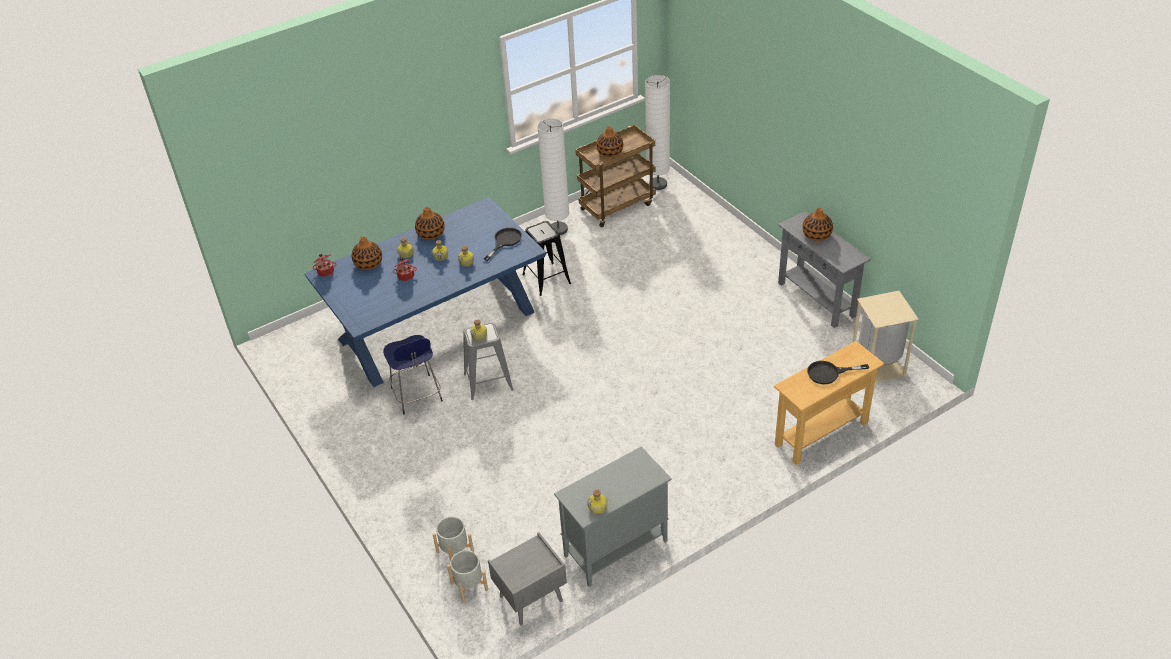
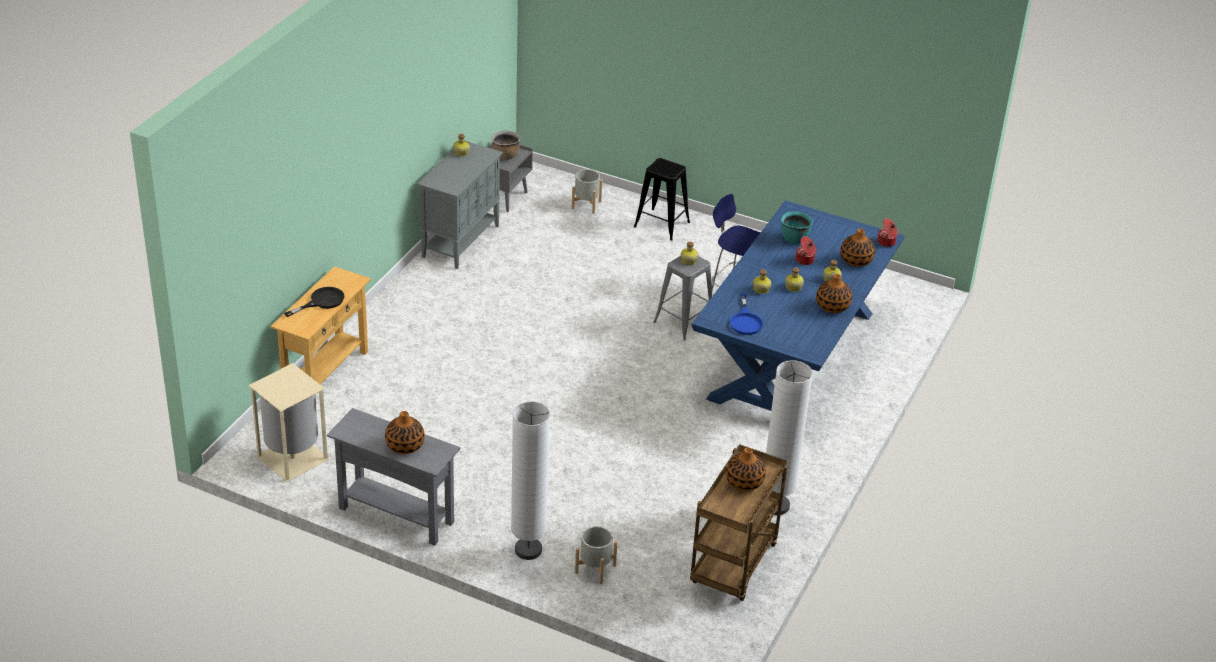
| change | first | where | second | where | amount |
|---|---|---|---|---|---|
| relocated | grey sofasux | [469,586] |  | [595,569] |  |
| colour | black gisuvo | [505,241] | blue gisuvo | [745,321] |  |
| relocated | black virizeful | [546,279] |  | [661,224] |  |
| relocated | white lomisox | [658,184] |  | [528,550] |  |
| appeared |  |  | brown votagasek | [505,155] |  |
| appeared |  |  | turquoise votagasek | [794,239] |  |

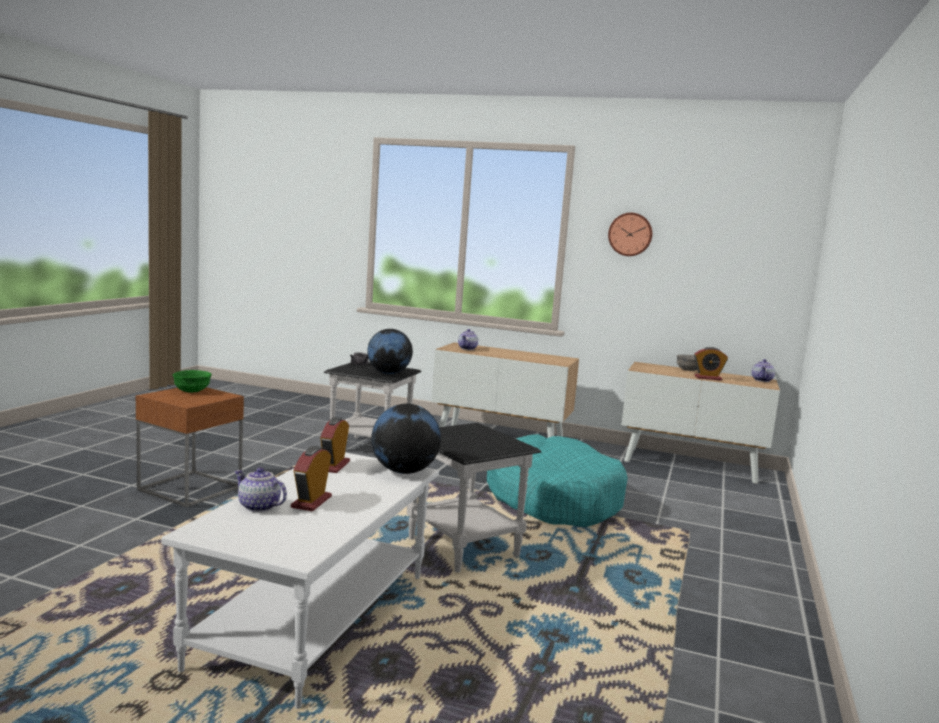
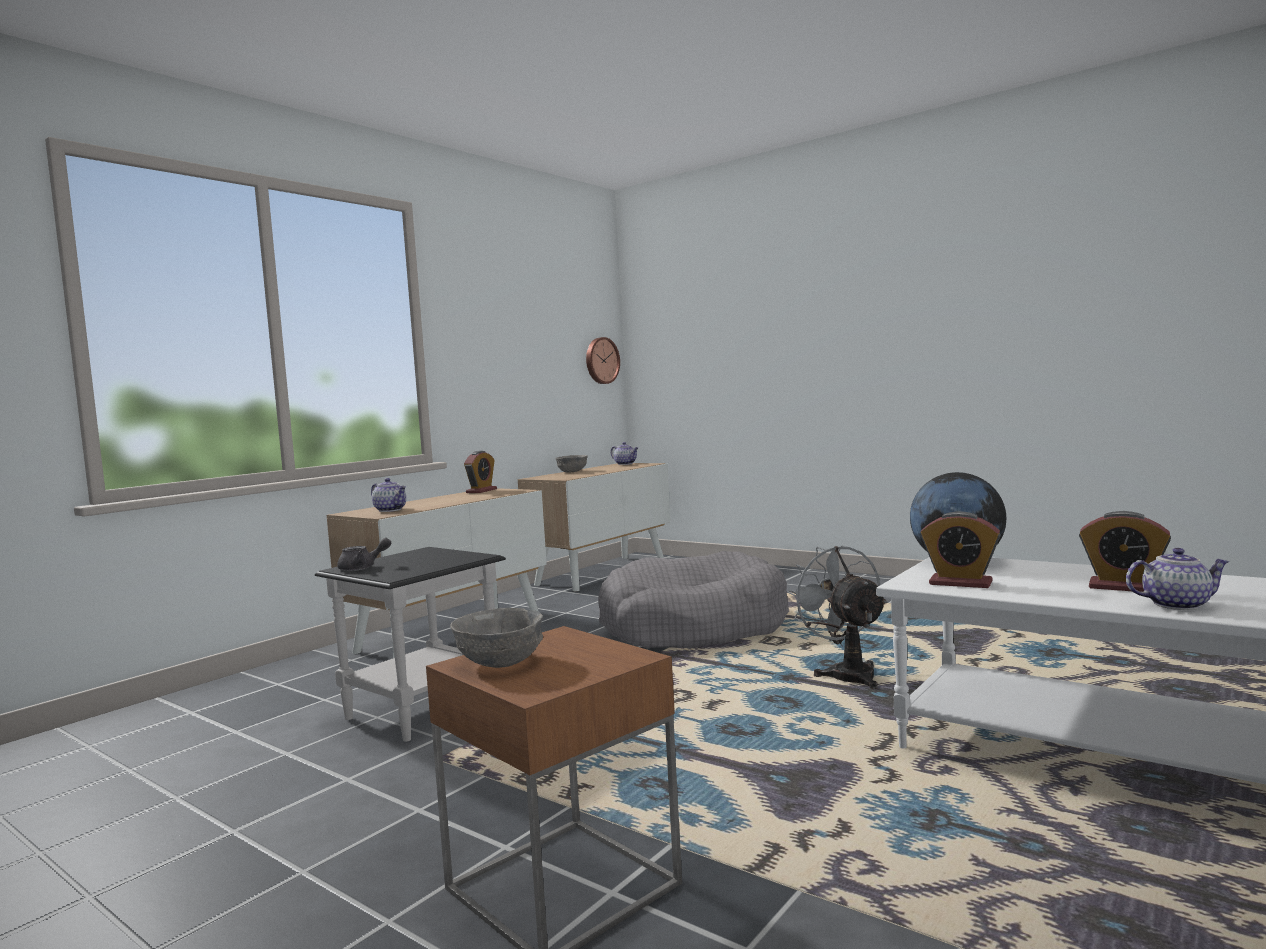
| change | first | where | second | where | amount |
|---|---|---|---|---|---|
| colour | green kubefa | [192,391] | grey kubefa | [501,661] |  |
| spun | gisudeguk | [258,507] |  | [1176,604] | 135 degrees counterclockwise |
| missing | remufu | [388,373] |  |  |  |
| exchanged | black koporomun | [462,547] | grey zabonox | [846,674] |  |
| colour | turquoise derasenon | [553,499] | grey derasenon | [693,626] |  |
| relocated | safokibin | [630,234] |  | [601,360] |  |
| relocated | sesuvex | [708,378] |  | [481,491] |  |

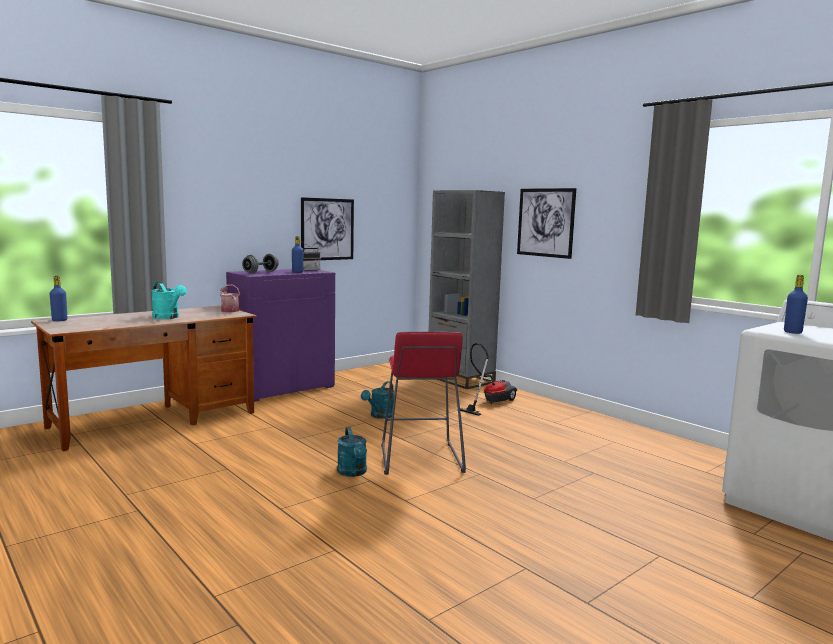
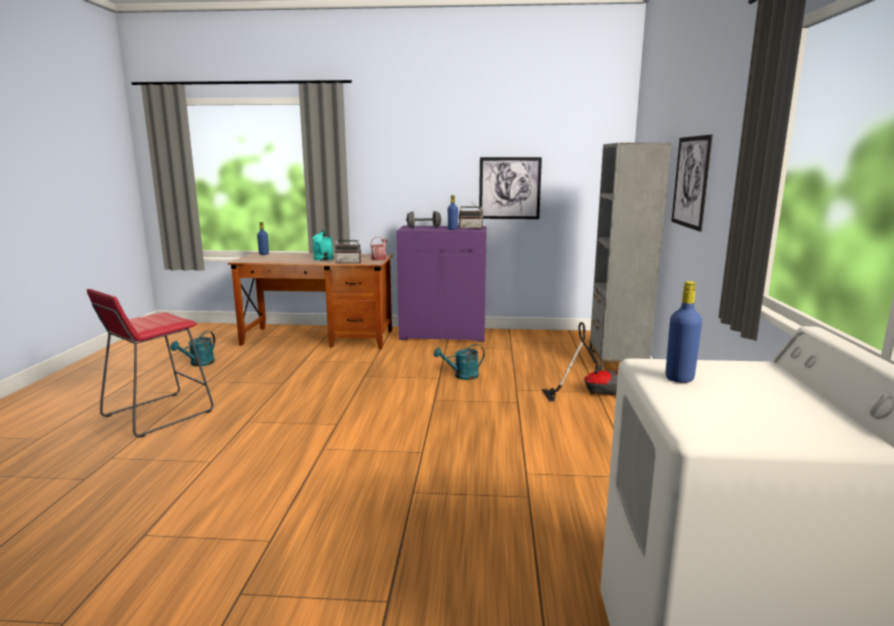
| change | first | where | second | where | amount |
|---|---|---|---|---|---|
| relocated | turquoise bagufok | [353,473] |  | [199,364] |  |
| relocated | red virizeful | [420,459] |  | [158,414] |  |
| appeared |  |  | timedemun | [349,262] |  |

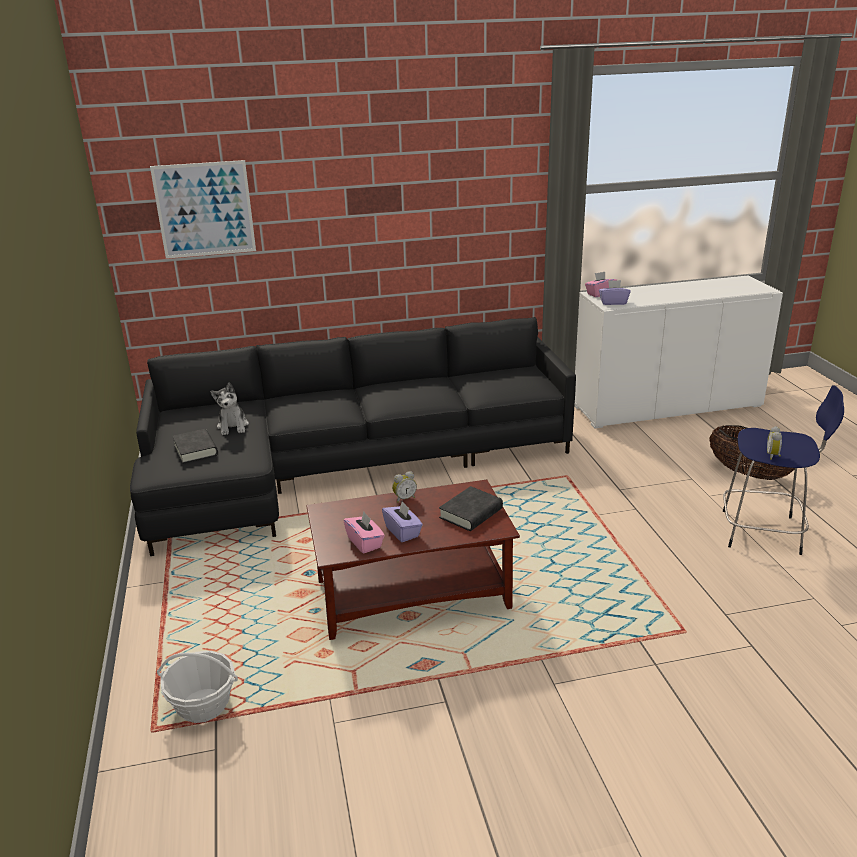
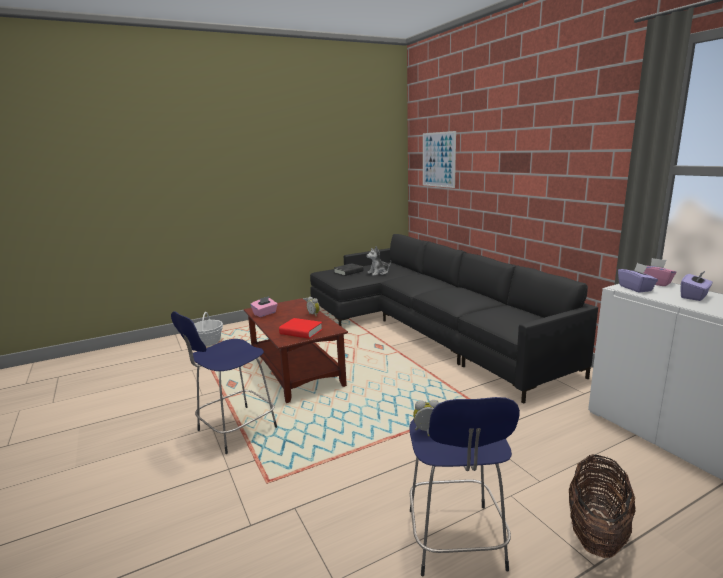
| change | first | where | second | where | amount |
|---|---|---|---|---|---|
| relocated | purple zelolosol | [403,532] |  | [694,296] |  |
| colour | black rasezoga | [471,513] | red rasezoga | [301,332] |  |
| appeared |  |  | blue virizeful | [234,430] |  |

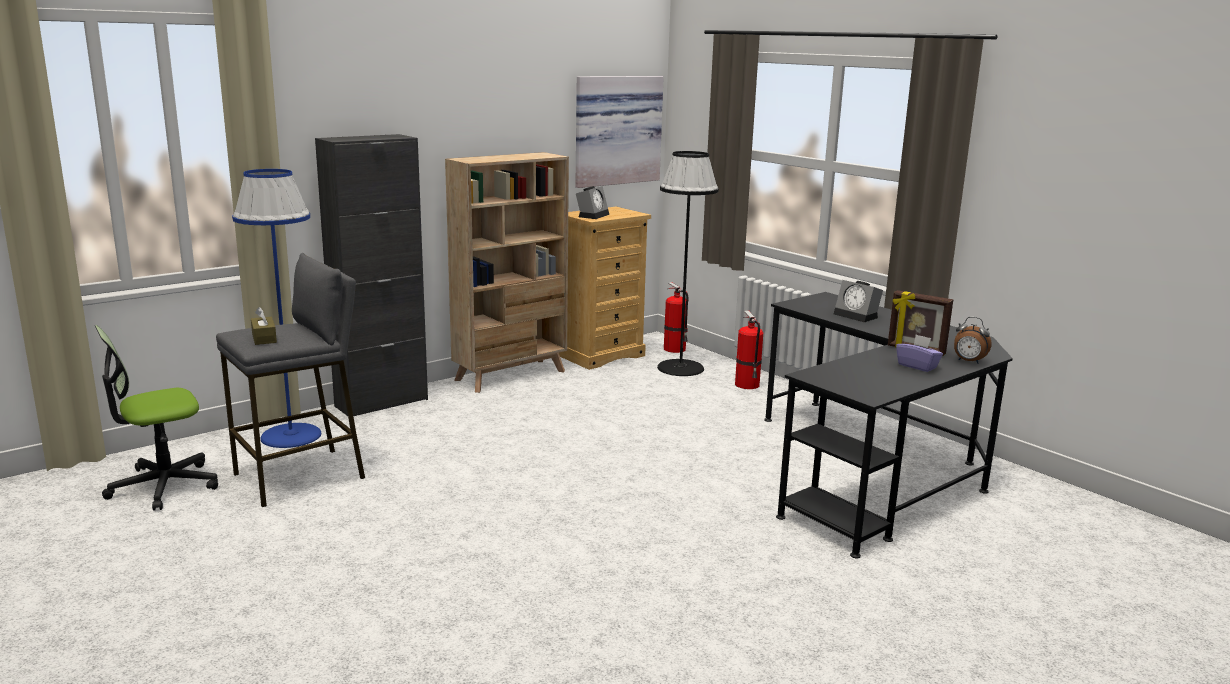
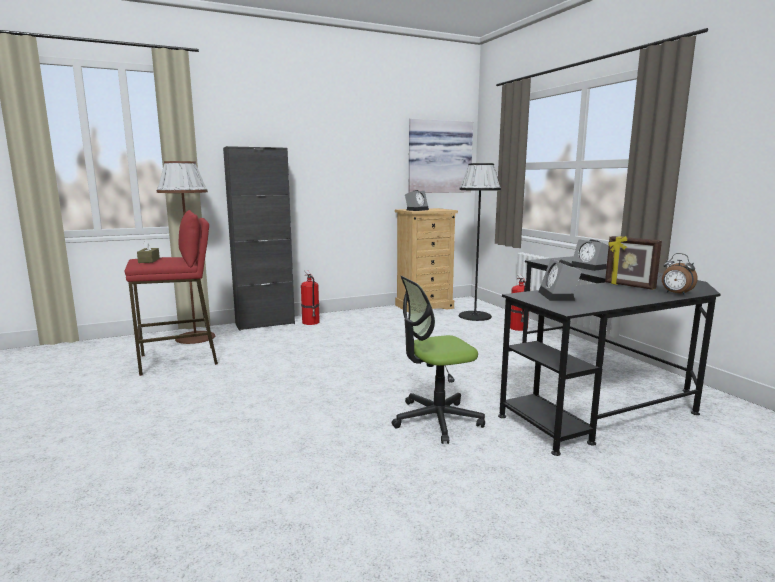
| change | first | where | second | where | amount |
|---|---|---|---|---|---|
| relocated | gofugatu | [163,486] |  | [436,420] |  |
| colour | grey virizeful | [300,476] | red virizeful | [179,360] |  |
| colour | blue lomisox | [290,436] | brown lomisox | [195,337] |  |
| missing | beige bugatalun | [511,375] |  |  |  |
| relocated | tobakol | [675,349] |  | [311,322] |  |
| missing | purple zelolosol | [917,366] |  |  |  |
| appeared |  |  | sesuvex | [558,296] |  |

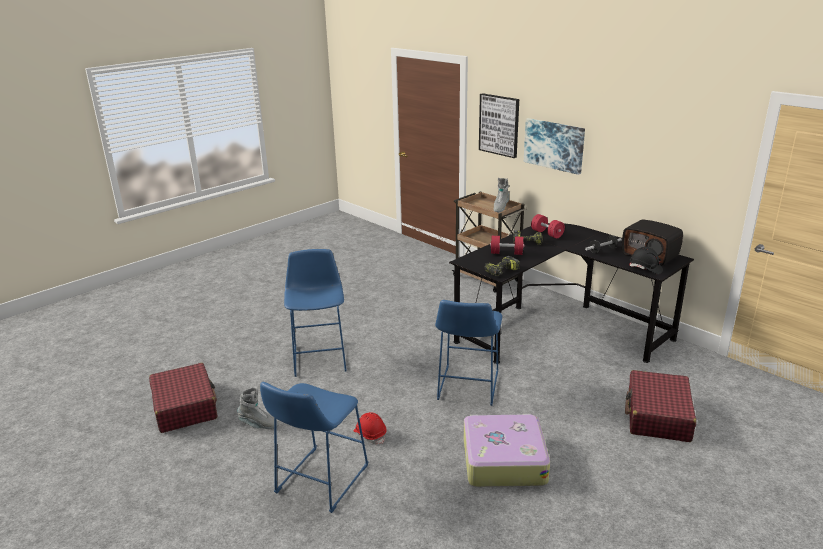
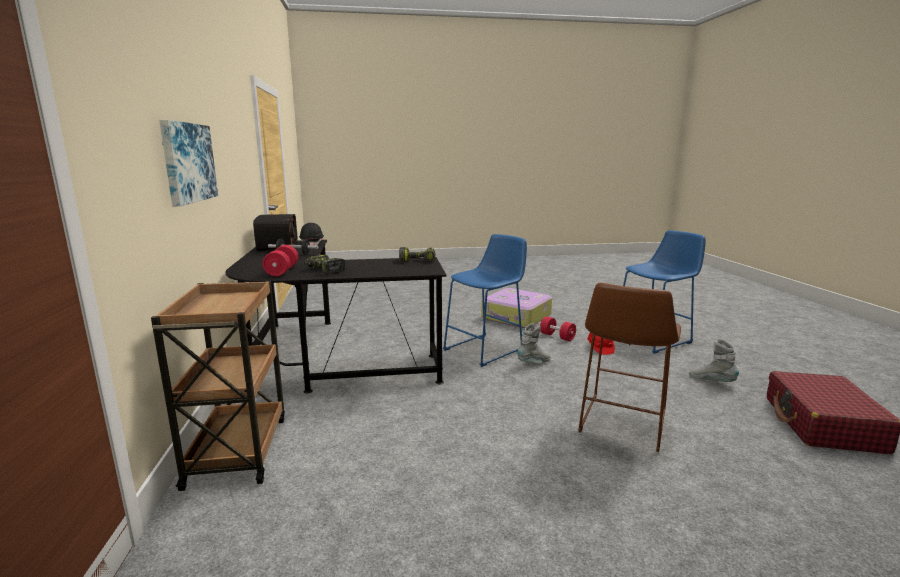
| change | first | where | second | where | amount |
|---|---|---|---|---|---|
| colour | blue virizeful | [320,356] | brown virizeful | [621,424] |  |
| missing | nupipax | [499,125] |  |  |  |
| relocated | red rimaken | [506,253] |  | [557,336] |  |
| relocated | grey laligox | [500,208] |  | [534,363] |  |
| missing | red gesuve | [658,416] |  |  |  |

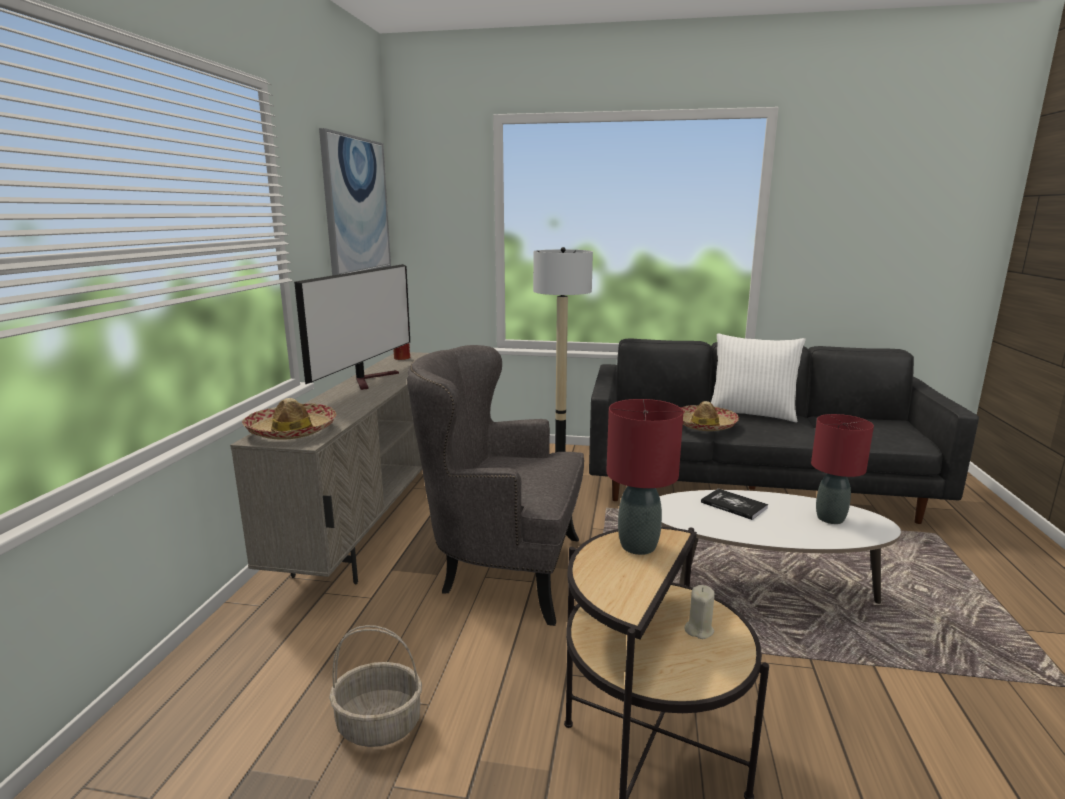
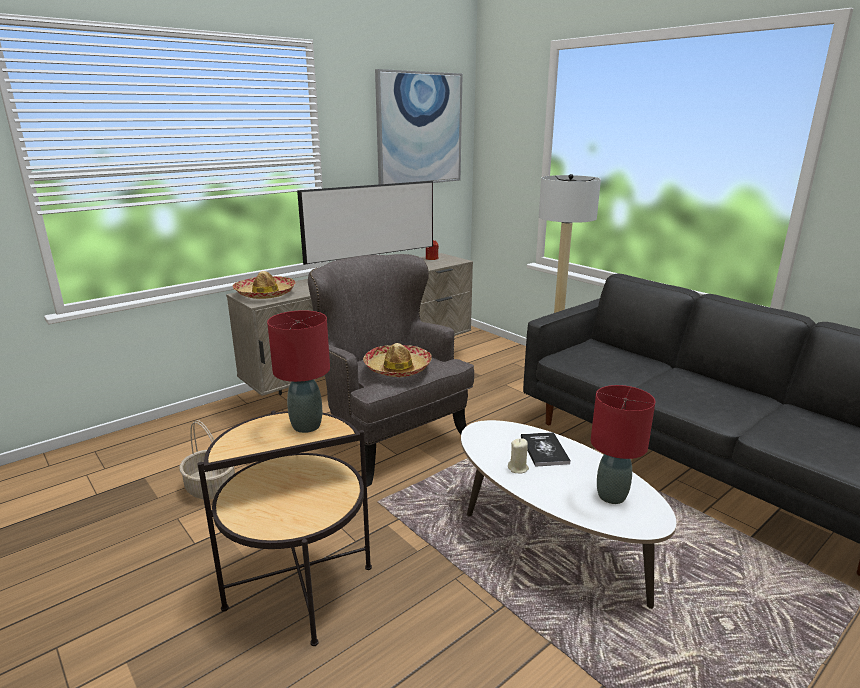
| change | first | where | second | where | amount |
|---|---|---|---|---|---|
| relocated | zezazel | [704,425] |  | [397,368] |  |
| relocated | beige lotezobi | [699,630] |  | [518,468] |  |
| missing | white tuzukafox | [751,413] |  |  |  |

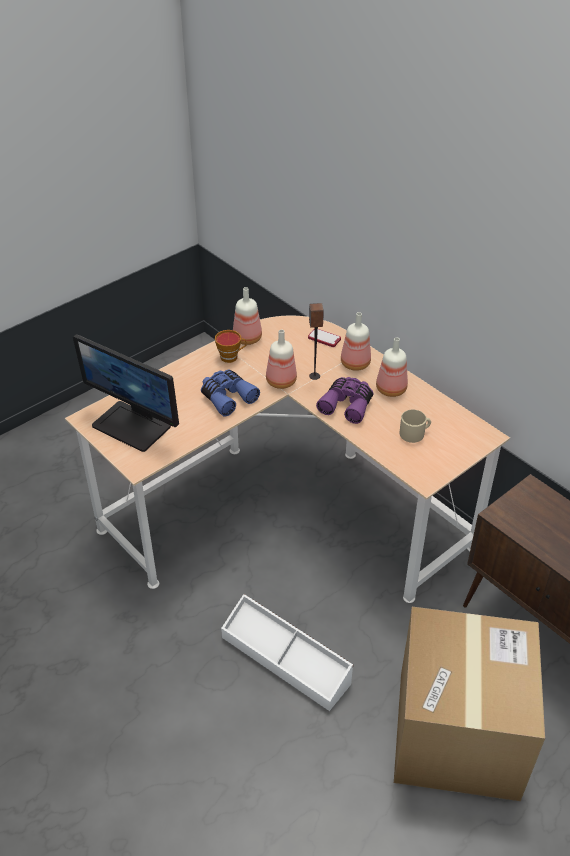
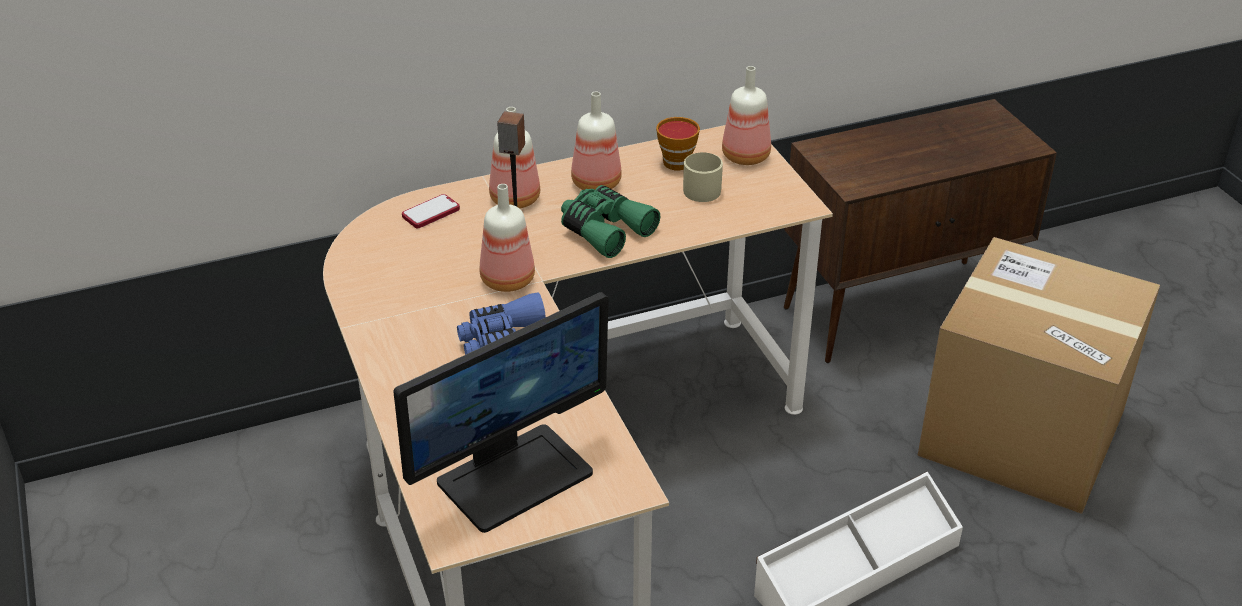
| change | first | where | second | where | amount |
|---|---|---|---|---|---|
| relocated | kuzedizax | [231,357] |  | [677,160] |  |
| relocated | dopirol | [248,339] |  | [747,156] |  |
| colour | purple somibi | [347,404] | green somibi | [604,230] |  |

